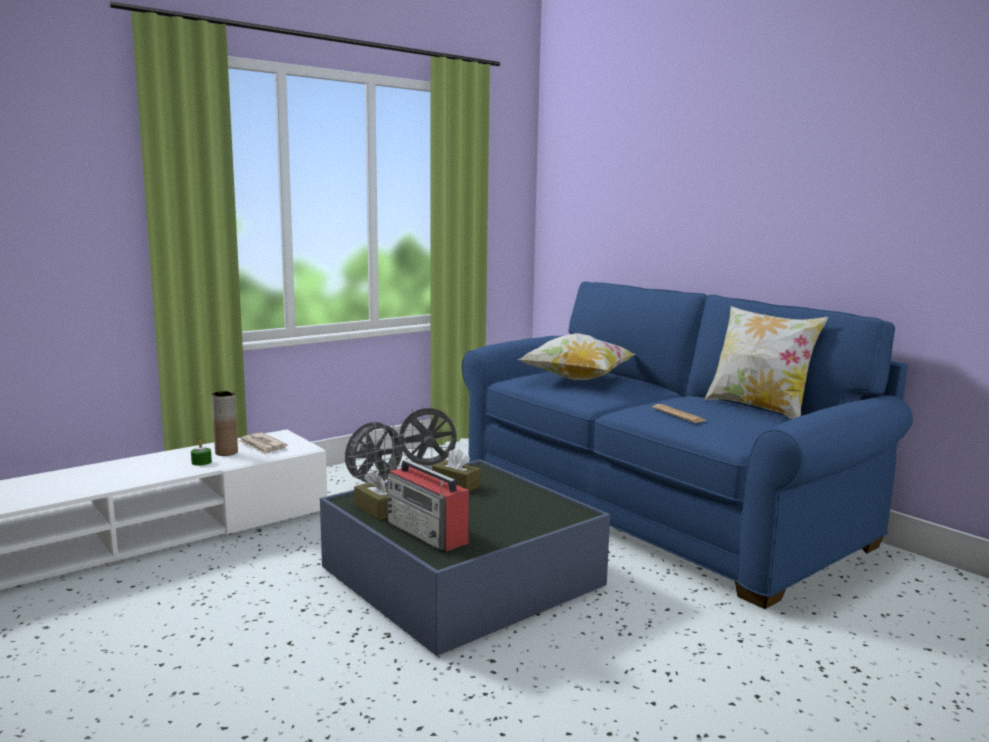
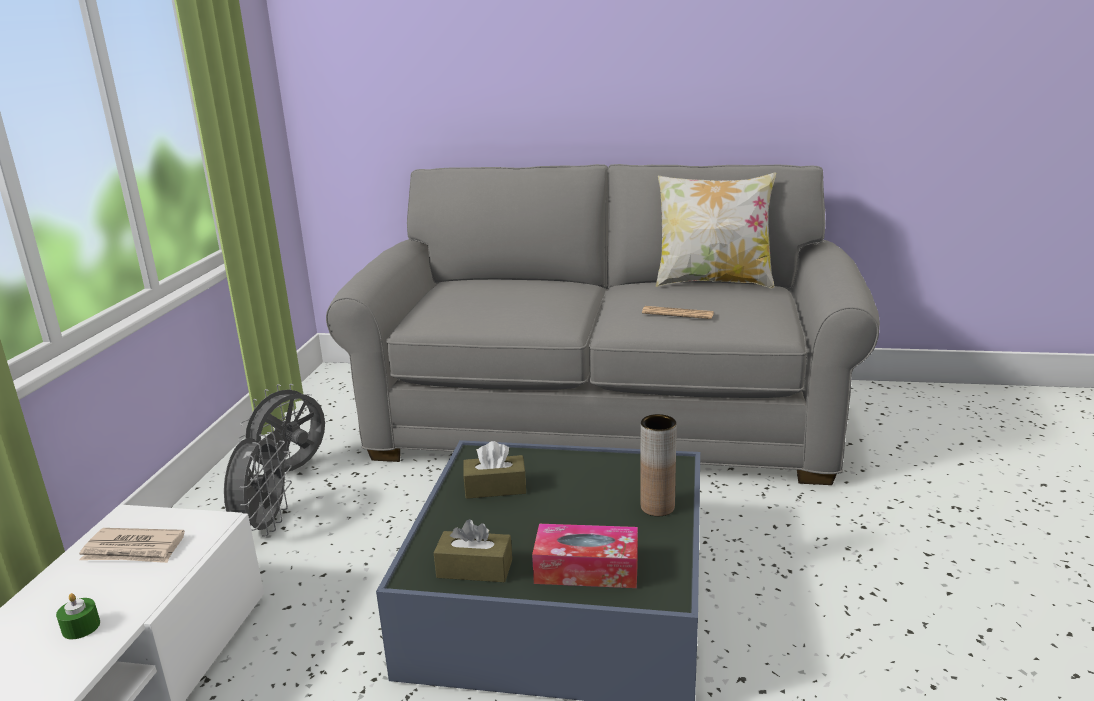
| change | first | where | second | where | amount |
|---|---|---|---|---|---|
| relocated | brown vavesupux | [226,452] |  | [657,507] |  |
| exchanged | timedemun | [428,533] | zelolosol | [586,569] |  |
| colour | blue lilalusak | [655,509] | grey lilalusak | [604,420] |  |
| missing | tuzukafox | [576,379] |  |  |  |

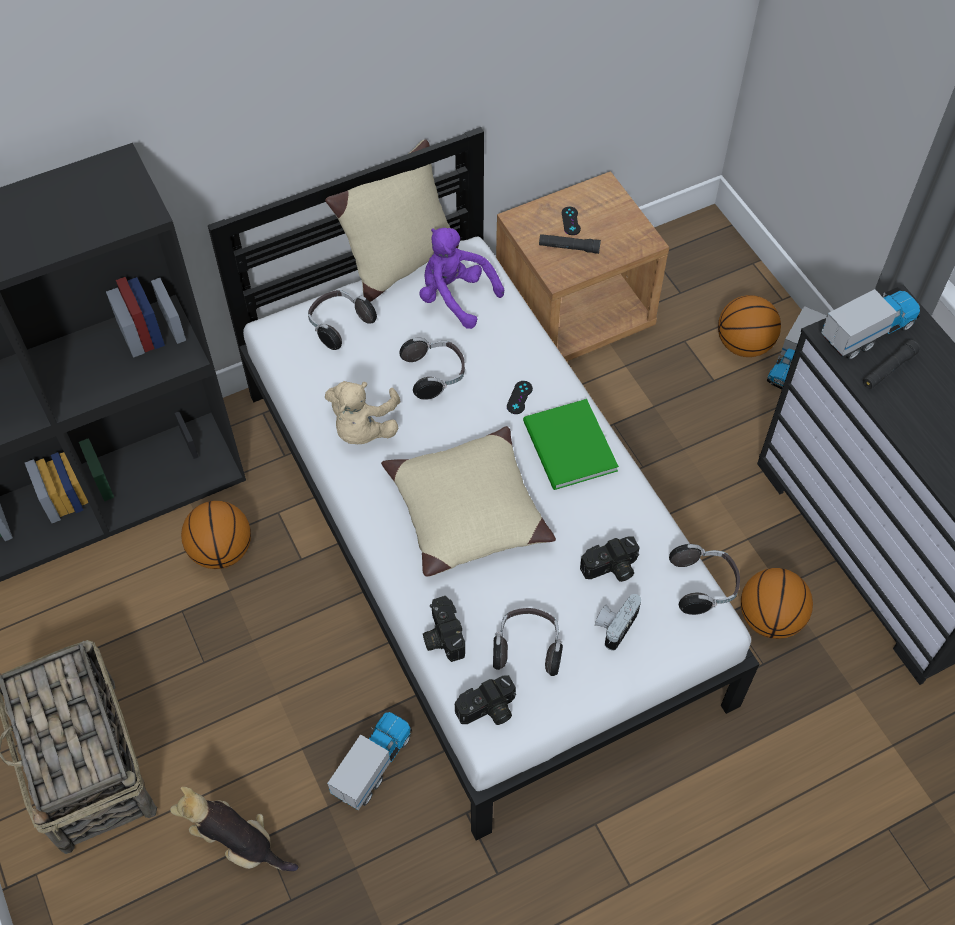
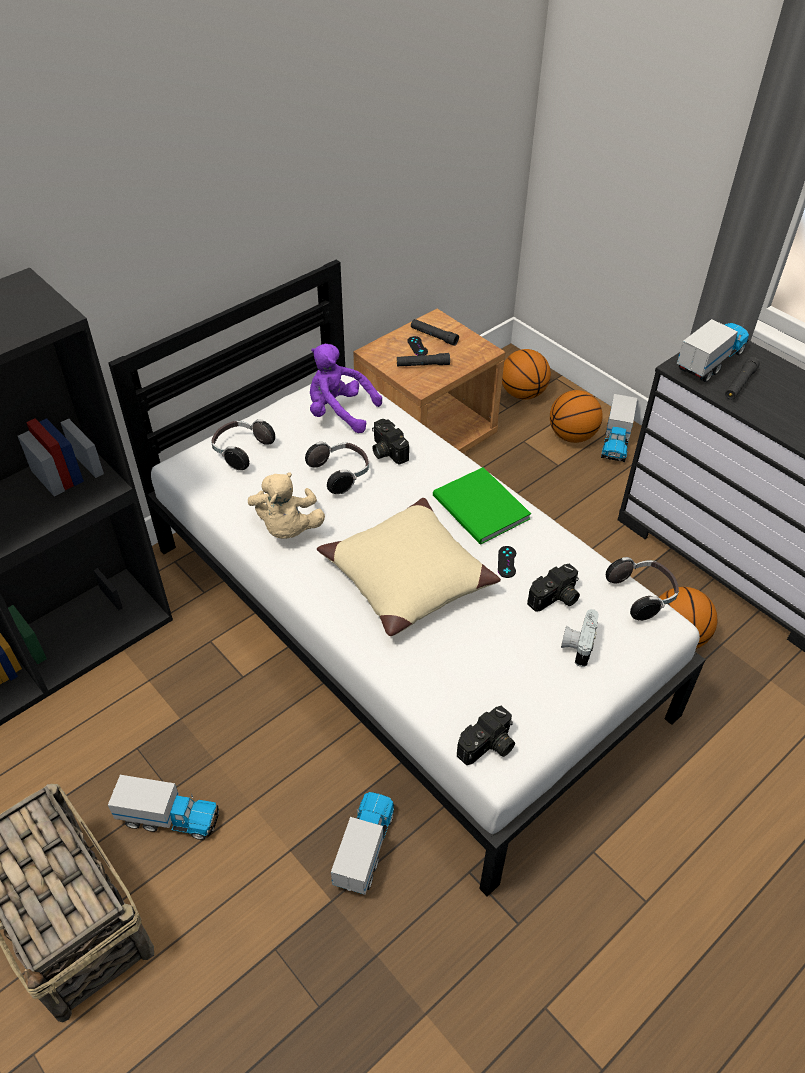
| change | first | where | second | where | amount |
|---|---|---|---|---|---|
| missing | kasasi | [239,842] |  |  |  |
| relocated | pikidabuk | [222,550] |  | [523,393] |  |
| missing | beige tuzukafox | [399,264] |  |  |  |
| relocated | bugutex | [441,636] |  | [386,451] |  |
| missing | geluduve | [527,647] |  |  |  |
| relocated | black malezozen | [519,397] |  | [507,562] |  |
| appeared |  |  | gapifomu | [170,818] |  |
| appeared |  |  | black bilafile | [434,336] |  |

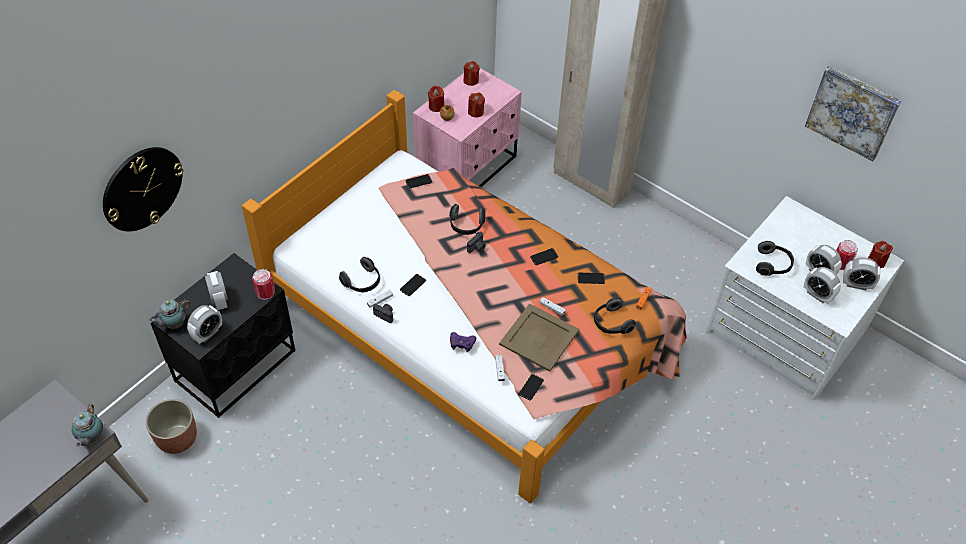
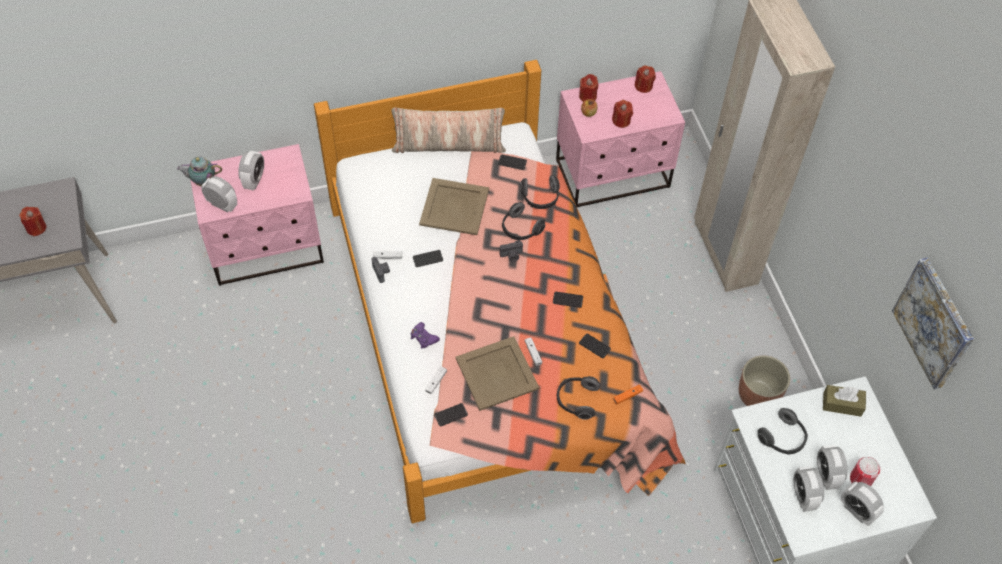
| change | first | where | second | where | amount |
|---|---|---|---|---|---|
| missing | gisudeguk | [91,438] |  |  |  |
| missing | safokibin | [142,188] |  |  |  |
| relocated | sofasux | [177,438] |  | [758,395] |  |
| colour | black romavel | [237,366] | pink romavel | [267,248] |  |
| spun | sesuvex | [208,334] |  | [222,205] | 135 degrees counterclockwise |
| missing | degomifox | [265,292] |  |  |  |
| relocated | geluduve | [362,282] |  | [540,198] |  |
| relocated | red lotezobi | [876,261] |  | [36,228] |  |
| appeared |  |  | tuzukafox | [448,145] |  |
| appeared |  |  | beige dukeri | [455,207] |  |
| appeared |  |  | brown zelolosol | [842,404] |  |

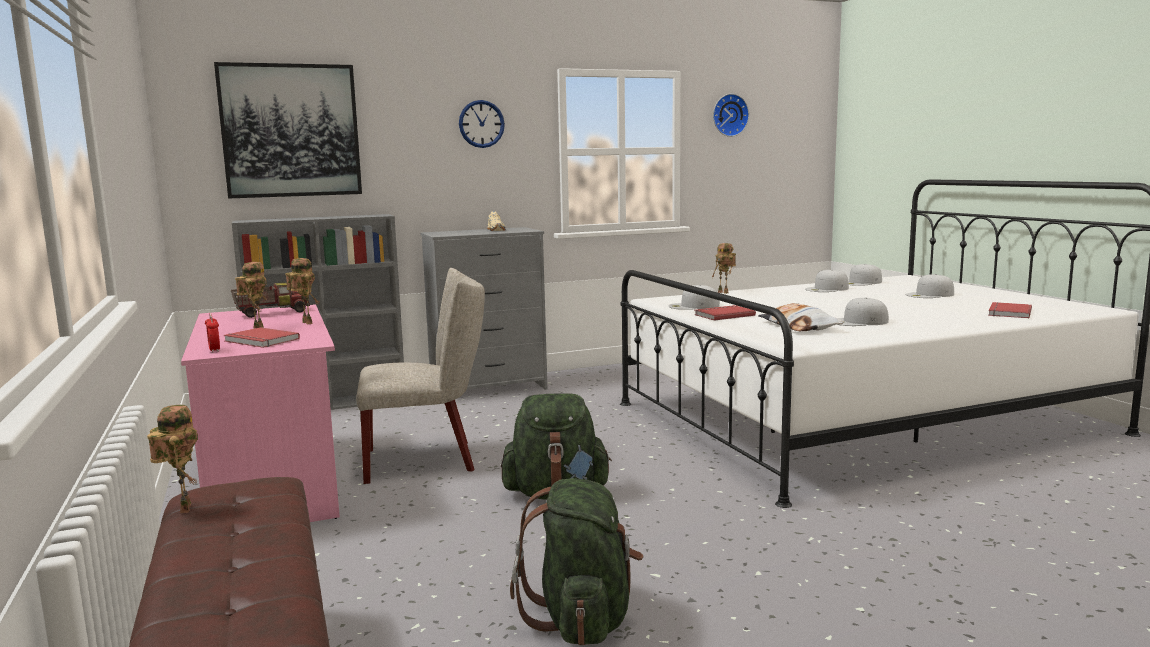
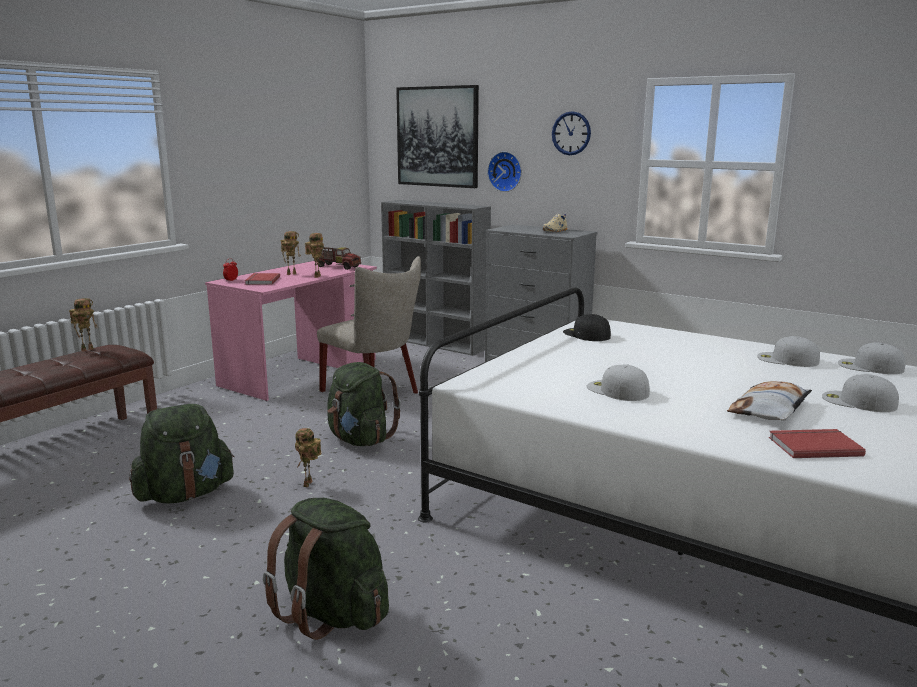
| change | first | where | second | where | amount |
|---|---|---|---|---|---|
| colour | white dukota | [693,306] | black dukota | [586,334] |  |
| missing | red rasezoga | [723,315] |  |  |  |
| relocated | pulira | [724,292] |  | [309,484] |  |
| relocated | safokibin | [729,115] |  | [506,171] |  |
| relocated | tuzukafox | [799,326] |  | [770,409] |  |
| appeared |  |  | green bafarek | [332,613] |  |

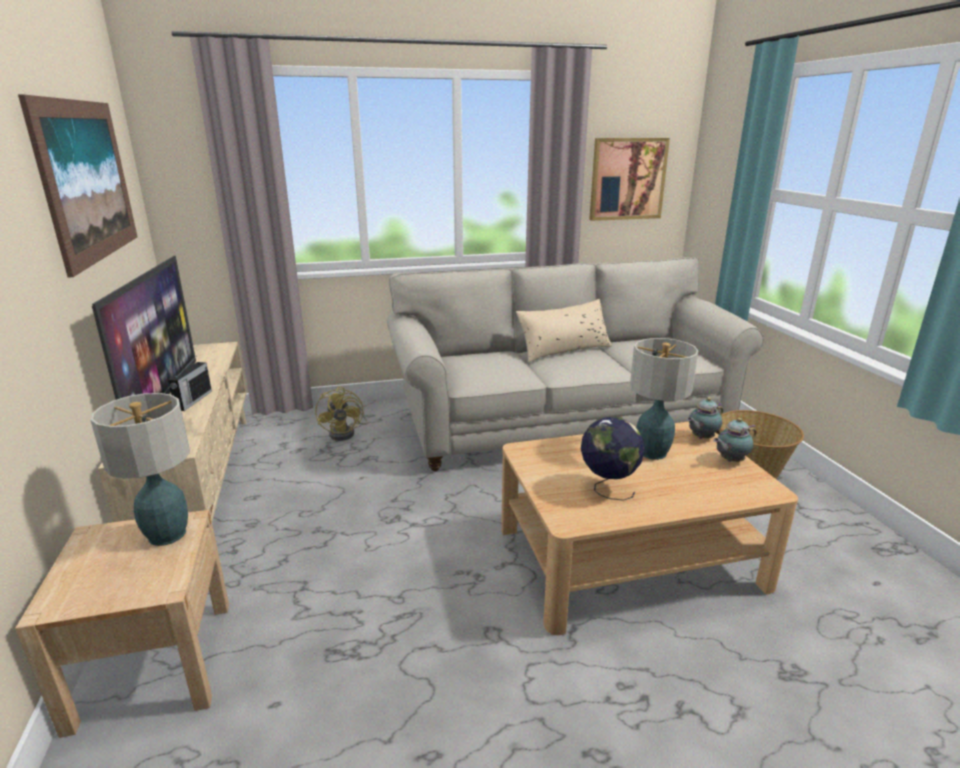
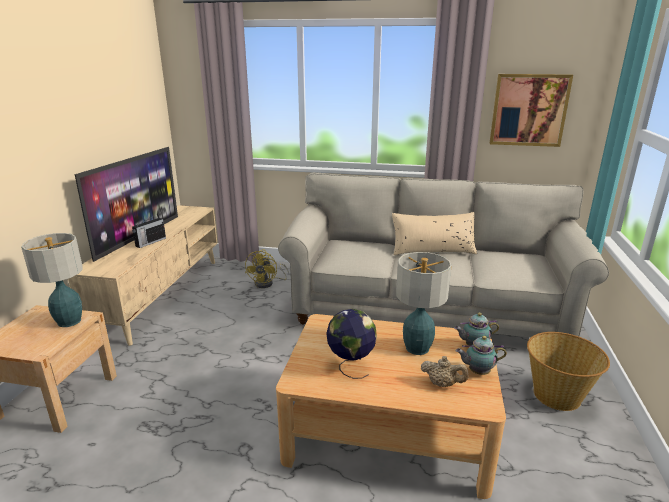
| change | first | where | second | where | amount |
|---|---|---|---|---|---|
| missing | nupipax | [87,180] |  |  |  |
| appeared |  |  | beige gisudeguk | [442,384] |  |

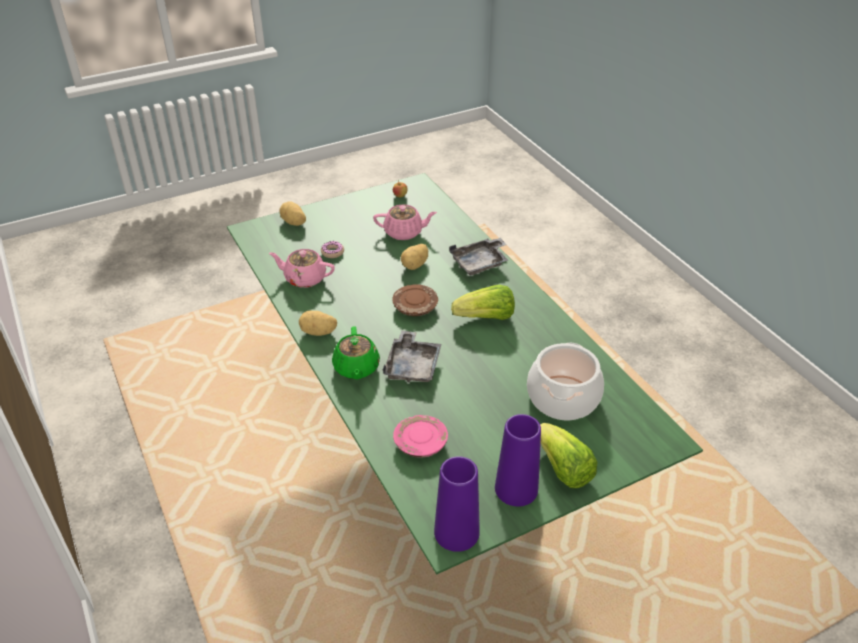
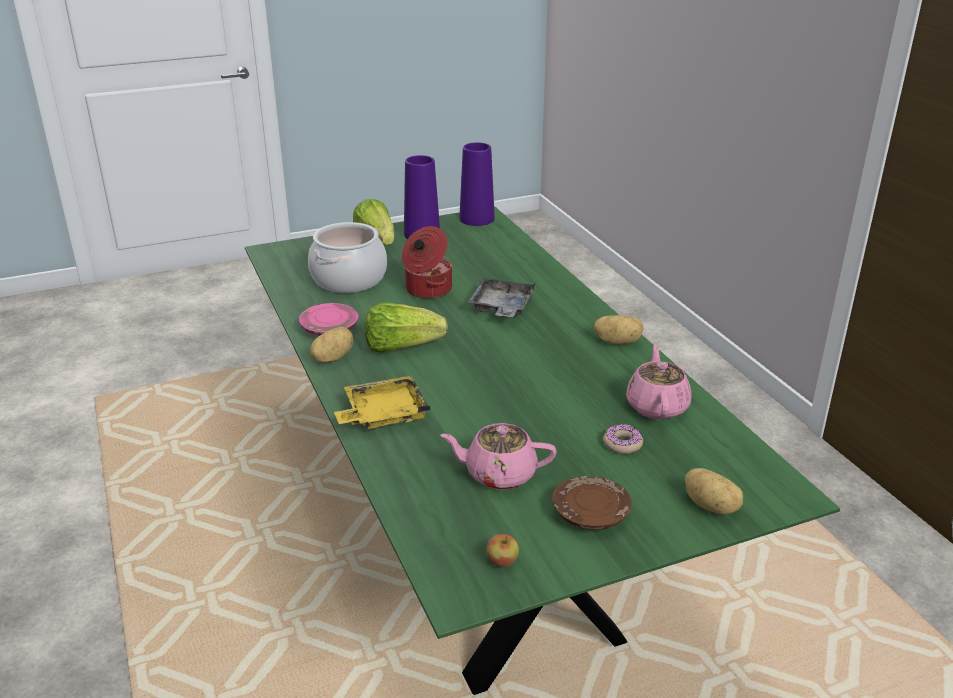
| change | first | where | second | where | amount |
|---|---|---|---|---|---|
| spun | pink gisudeguk | [304,278] |  | [657,406] | 105 degrees counterclockwise |
| missing | green gisudeguk | [356,368] |  |  |  |
| relocated | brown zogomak | [415,307] |  | [590,514] |  |
| relocated | pink zogomak | [420,443] |  | [330,329] |  |
| relocated | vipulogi | [415,265] |  | [332,358] |  |
| colour | grey dukeri | [480,263] | yellow dukeri | [383,414] |  |
| appeared |  |  | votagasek | [427,289] |  |

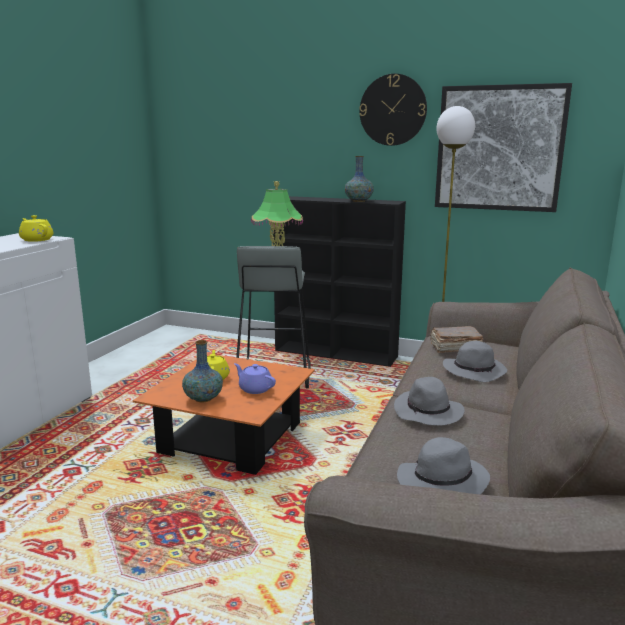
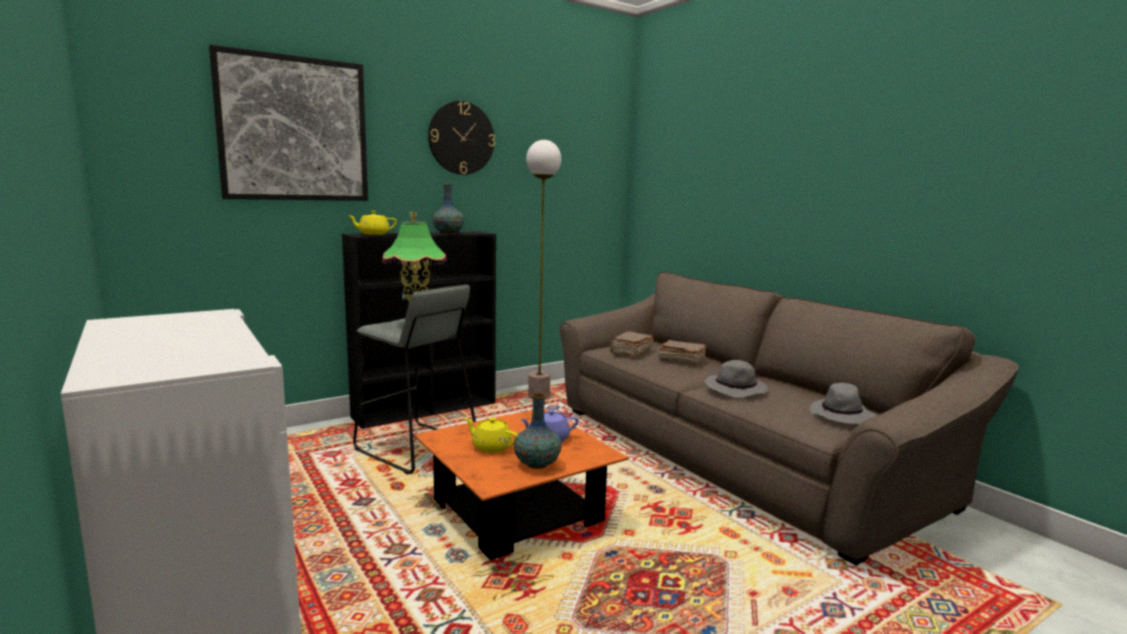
| change | first | where | second | where | amount |
|---|---|---|---|---|---|
| relocated | yellow gisudeguk | [36,240] |  | [373,234] |  |
| relocated | nupipax | [499,148] |  | [294,129] |  |
| exchanged | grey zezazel | [475,371] | brown rasezoga | [681,360] |  |

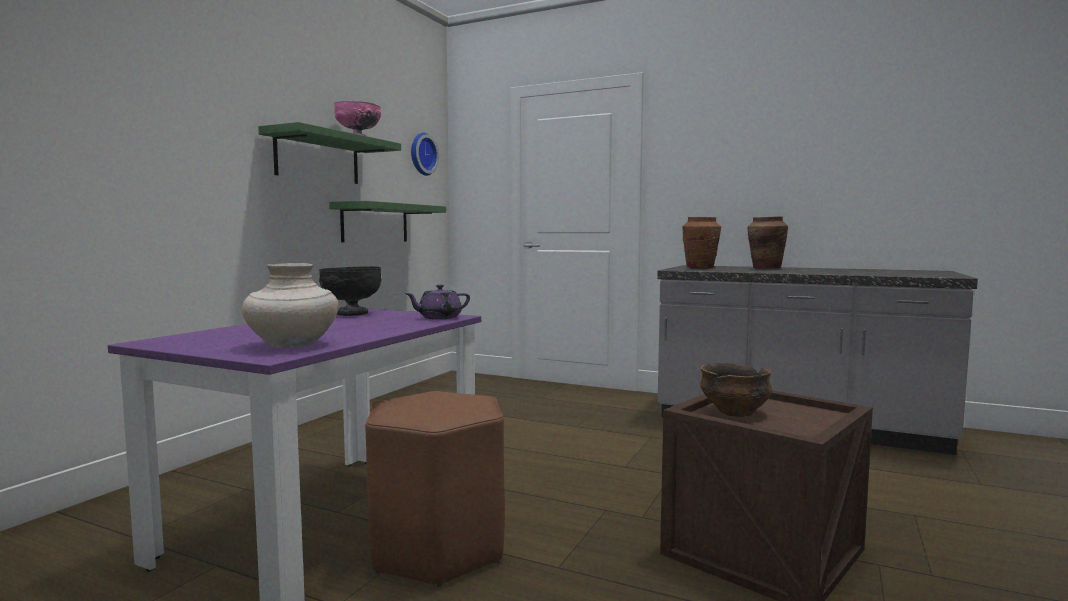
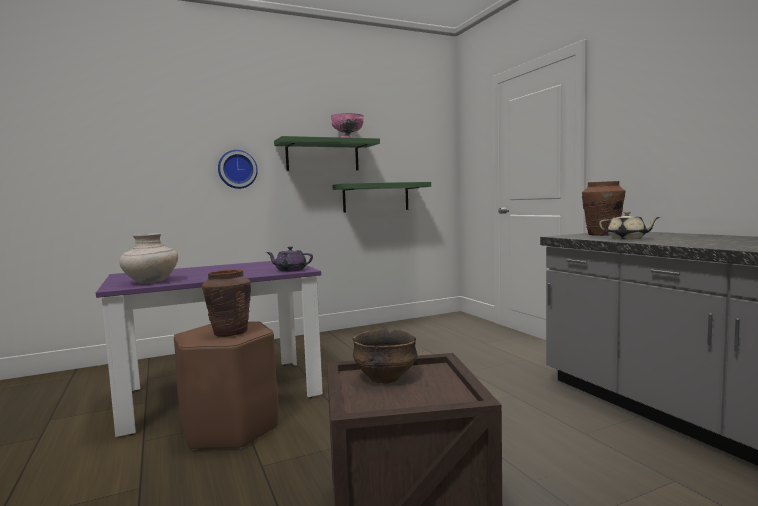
| change | first | where | second | where | amount |
|---|---|---|---|---|---|
| missing | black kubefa | [351,314] |  |  |  |
| relocated | safokibin | [421,154] |  | [237,169] |  |
| relocated | brown vavesupux | [766,268] |  | [230,333] |  |
| appeared |  |  | beige gisudeguk | [627,238] |  |

